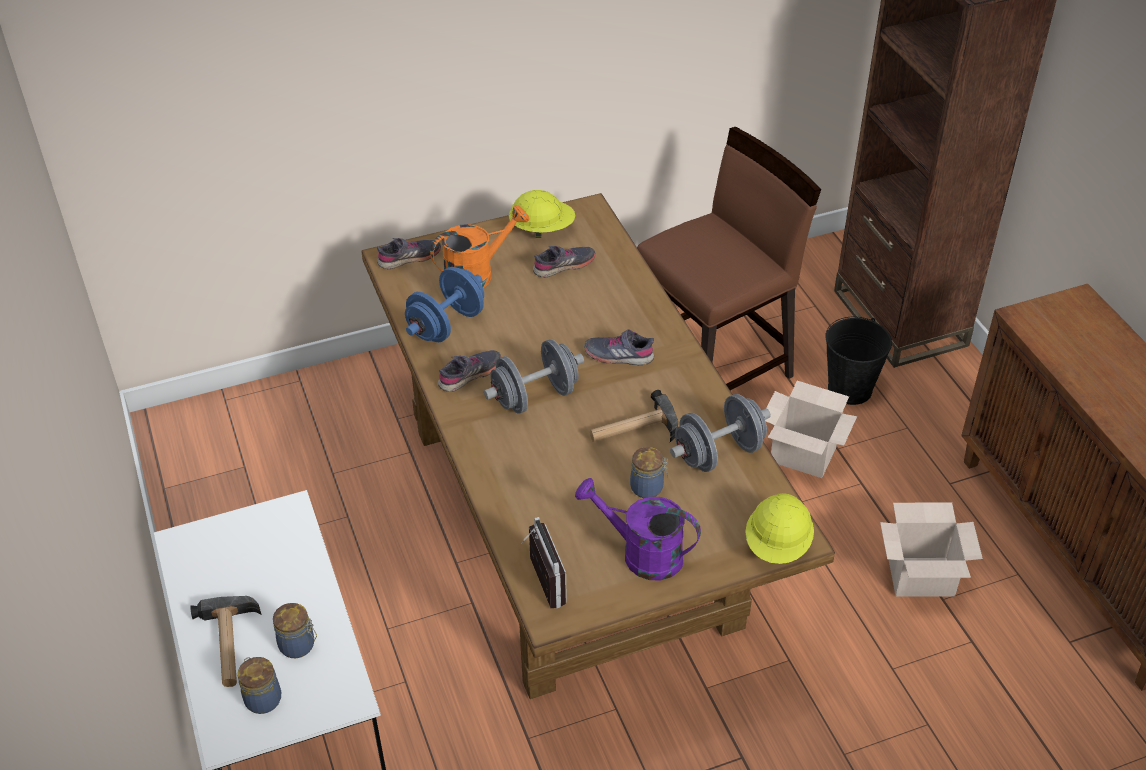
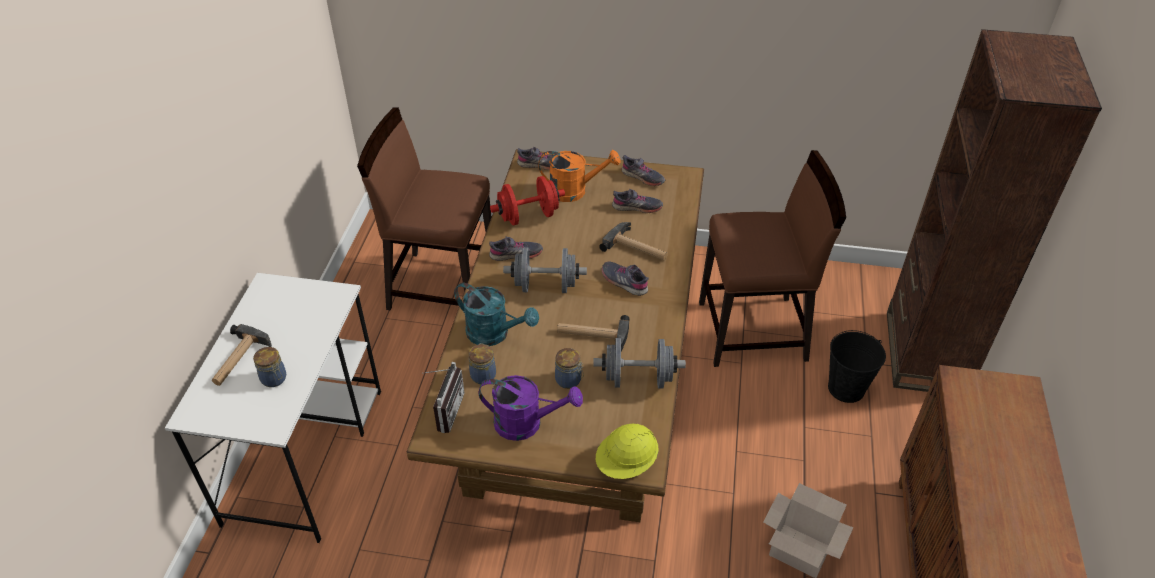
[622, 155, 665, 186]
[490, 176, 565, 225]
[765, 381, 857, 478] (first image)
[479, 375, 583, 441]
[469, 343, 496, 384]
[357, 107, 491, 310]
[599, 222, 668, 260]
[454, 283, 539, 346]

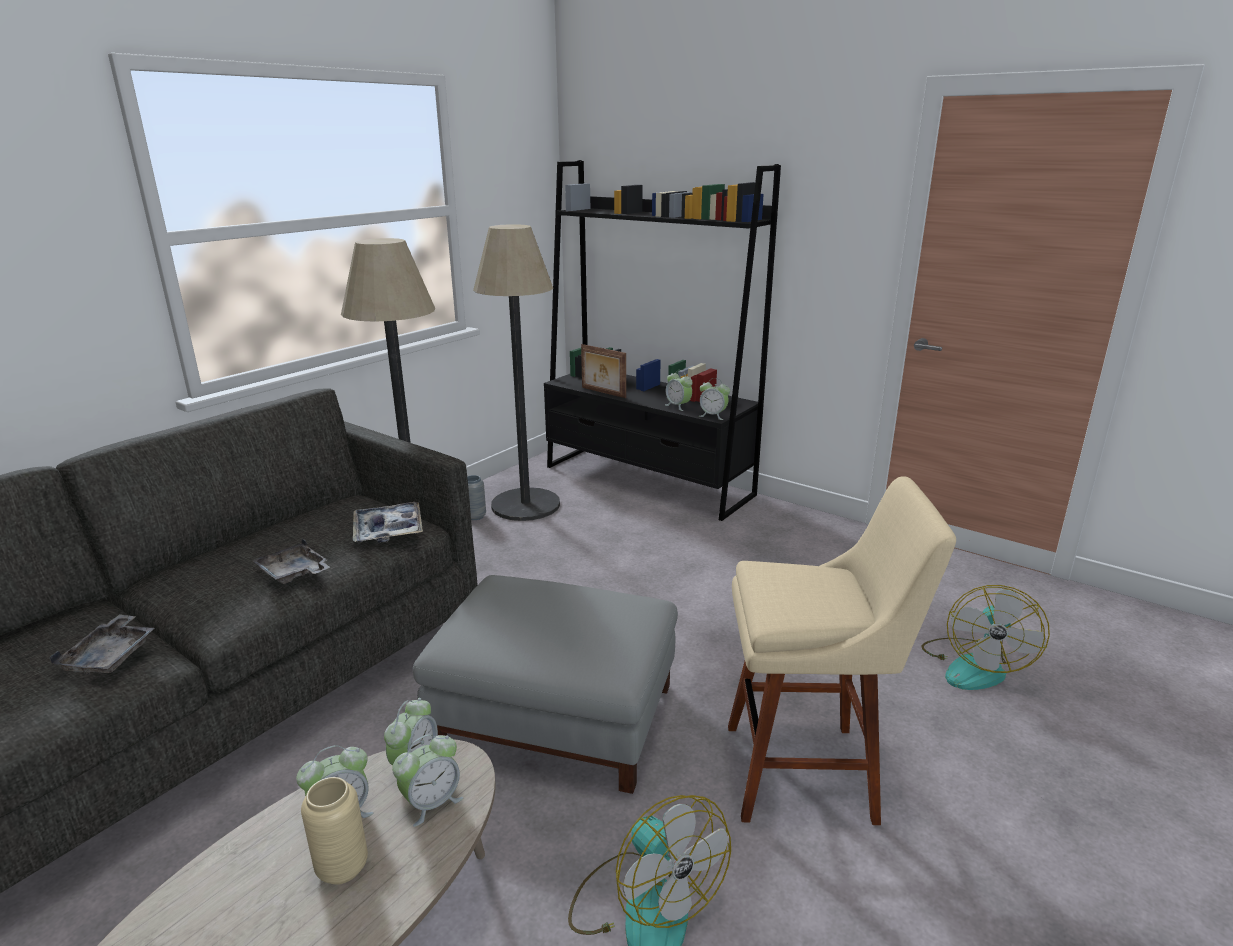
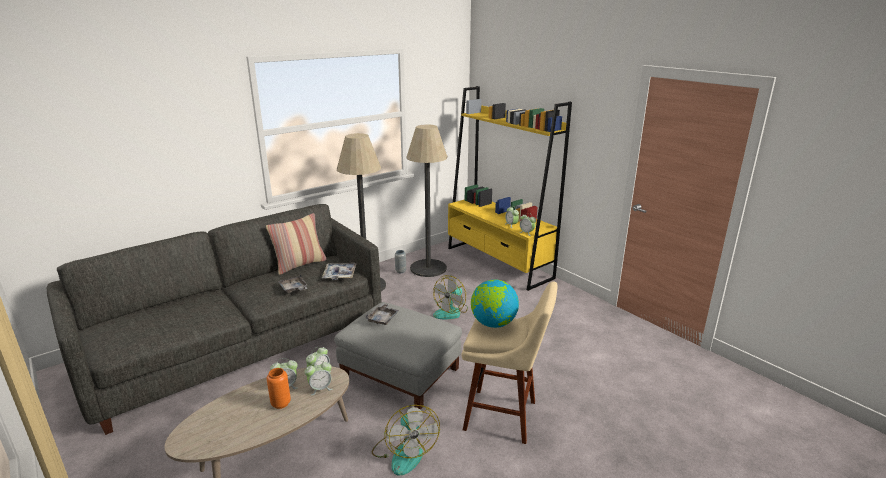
[448, 86, 572, 291]
[581, 344, 626, 398] (first image)
[433, 275, 468, 319]
[365, 303, 399, 325]
[267, 368, 291, 409]
[266, 213, 326, 275]
[471, 280, 519, 328]

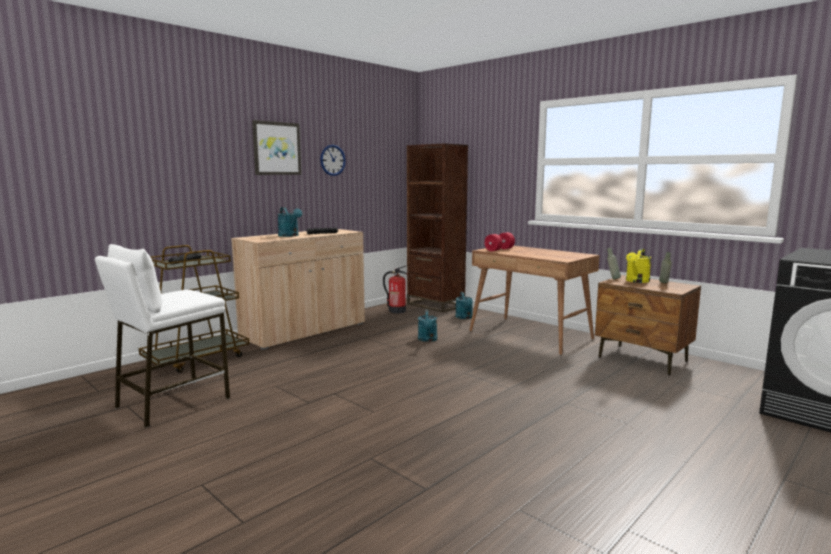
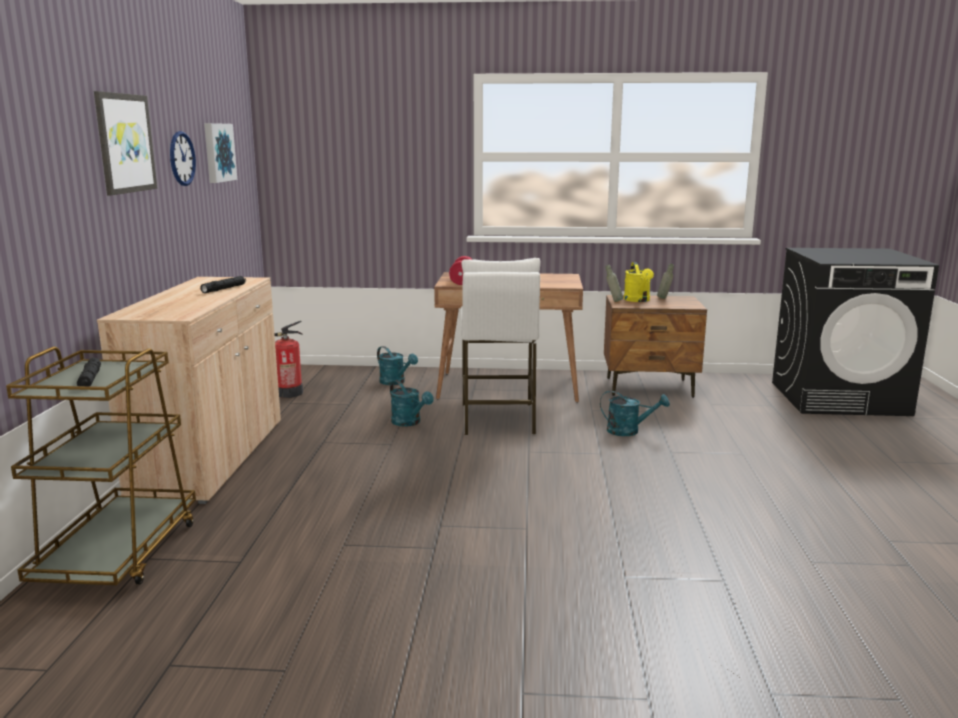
[407, 143, 468, 312] (first image)
[600, 391, 670, 436]
[461, 258, 541, 435]
[204, 123, 237, 183]

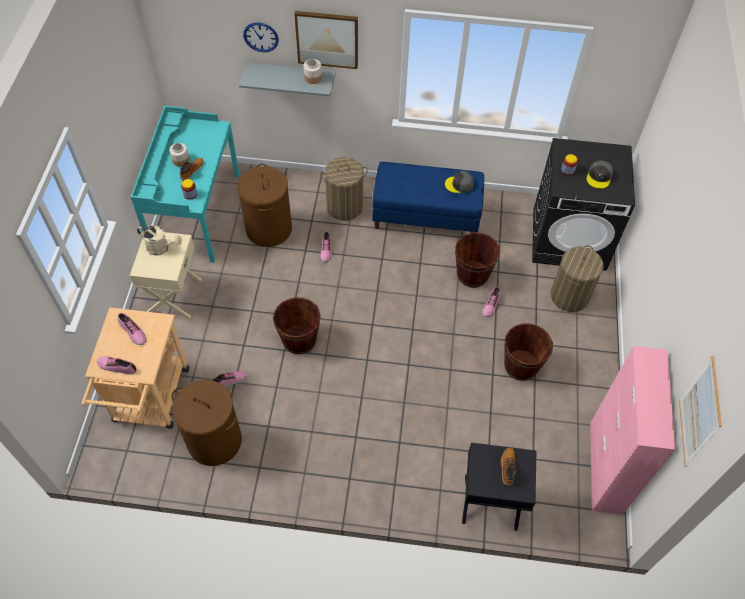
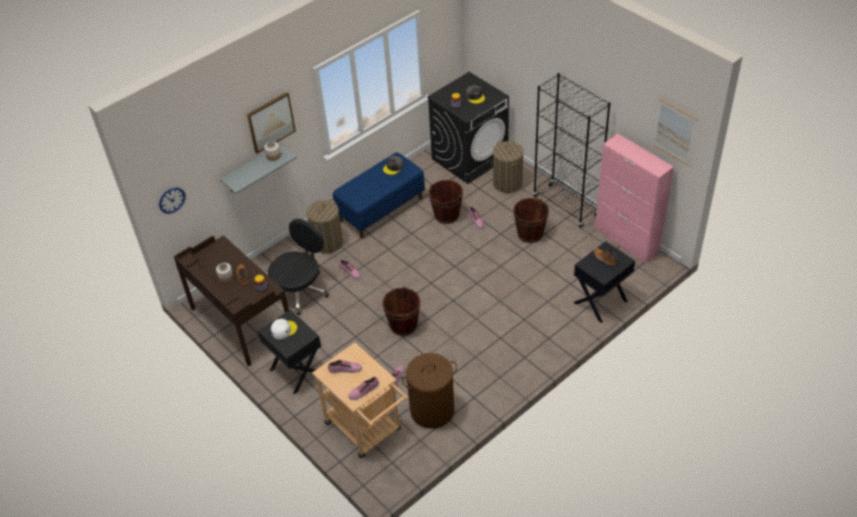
[159, 187, 186, 214]
[174, 235, 289, 366]
[268, 219, 329, 315]
[271, 319, 297, 339]
[258, 310, 321, 394]
[533, 73, 611, 228]

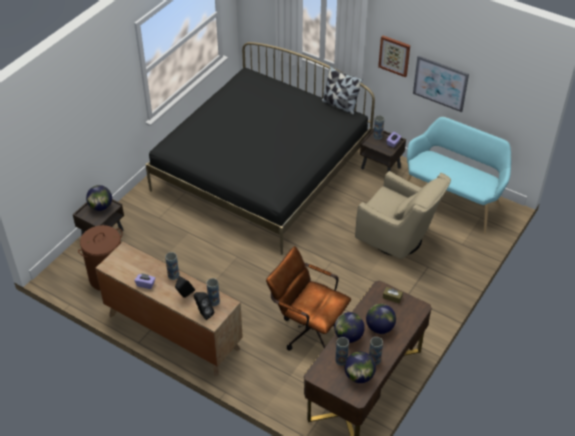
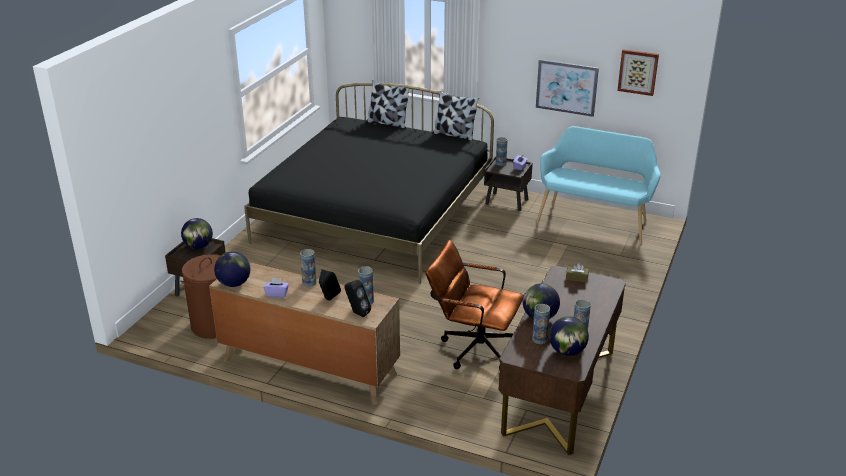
[617, 49, 659, 96]
[355, 171, 451, 259] (first image)
[214, 251, 250, 287]
[366, 80, 410, 128]

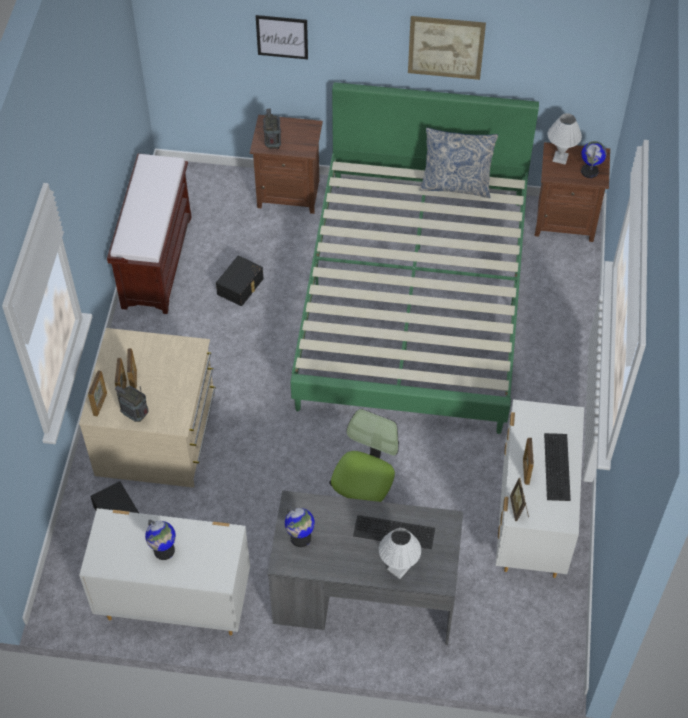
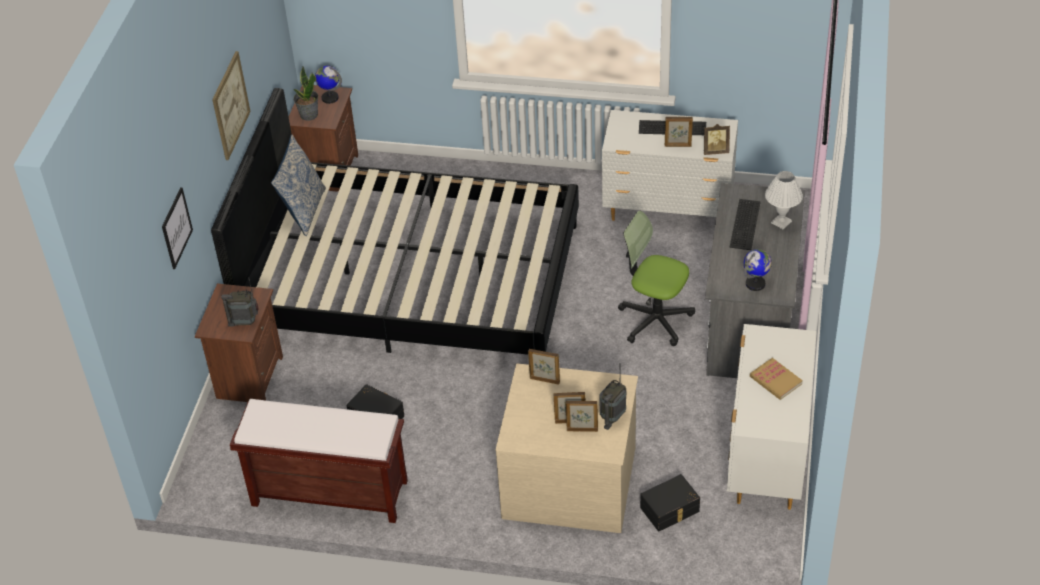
[211, 88, 579, 355]
[293, 67, 318, 121]
[528, 349, 560, 385]
[750, 358, 803, 400]

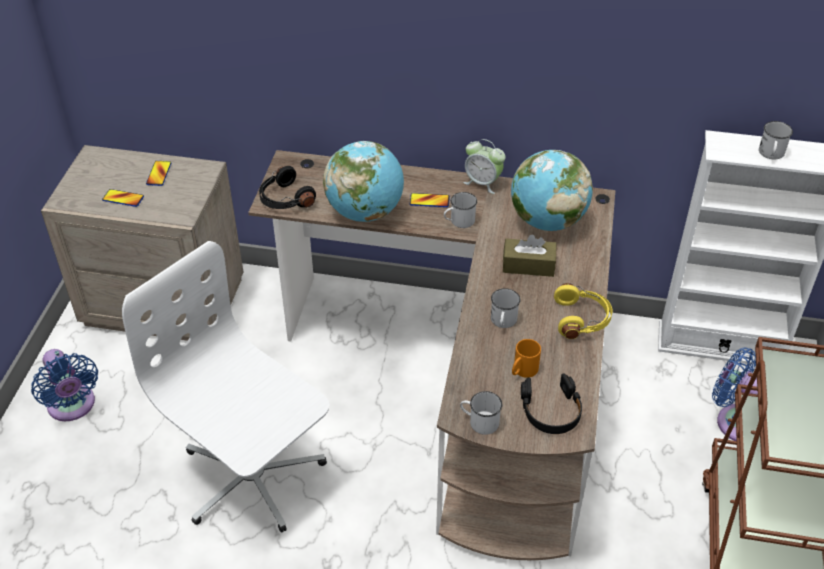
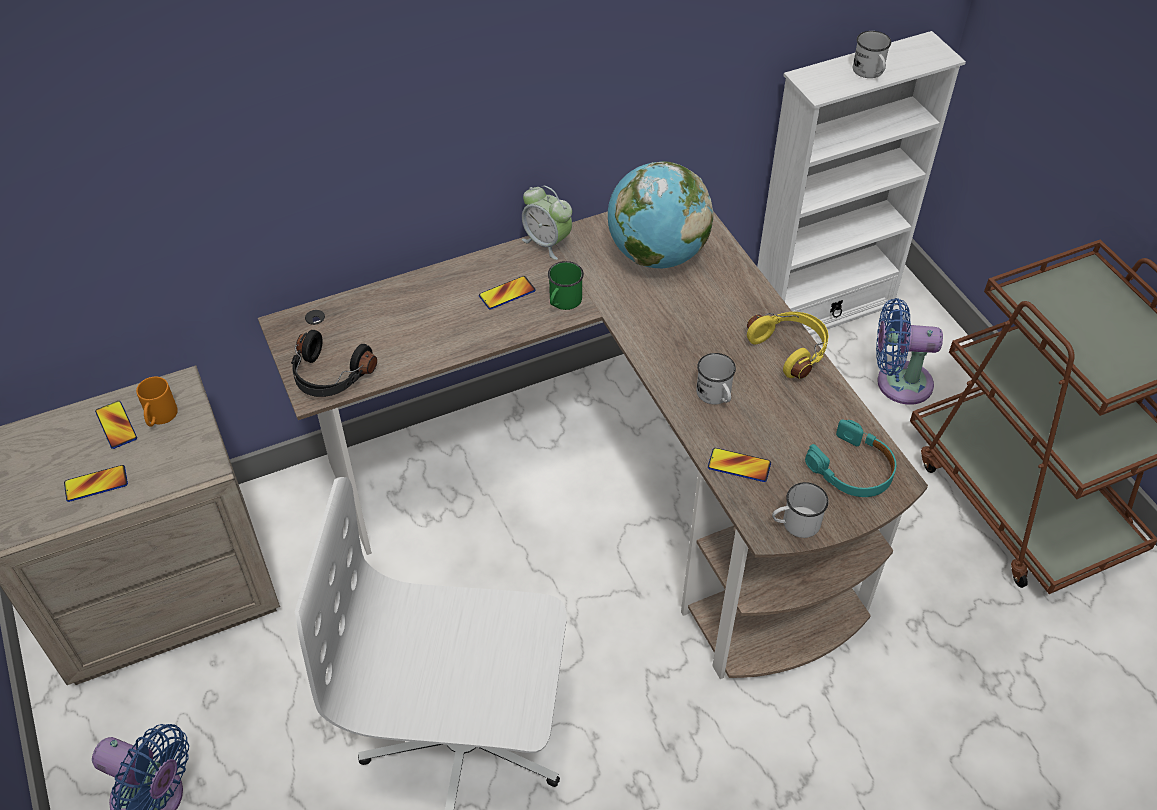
[522, 186, 572, 260]
[323, 141, 404, 222] (first image)
[548, 261, 584, 310]
[503, 235, 557, 277] (first image)
[136, 377, 178, 427]
[805, 419, 896, 497]
[708, 448, 771, 482]

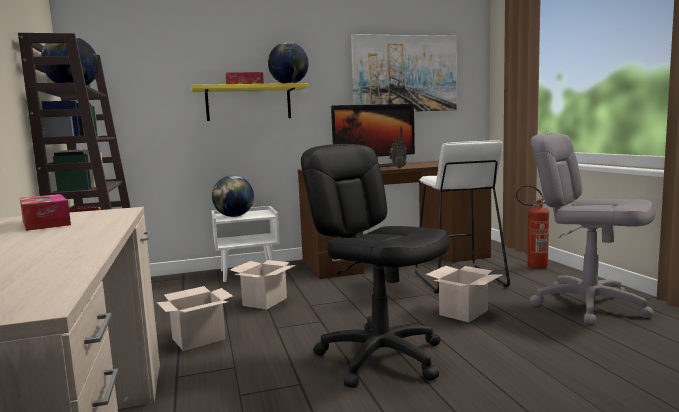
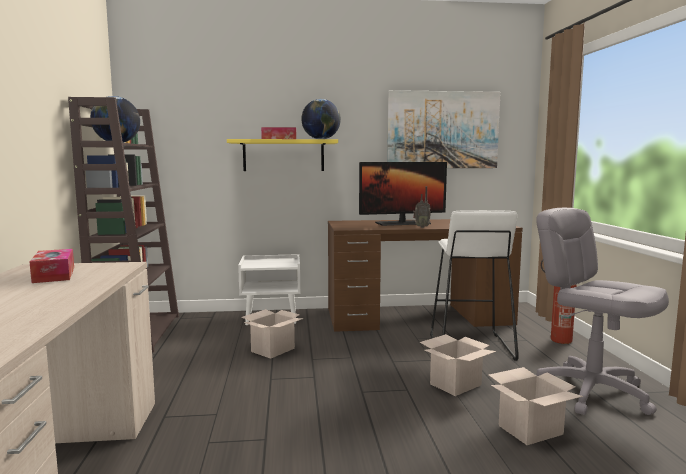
[301, 144, 450, 388] (first image)
[212, 175, 254, 217] (first image)
[489, 367, 583, 445]

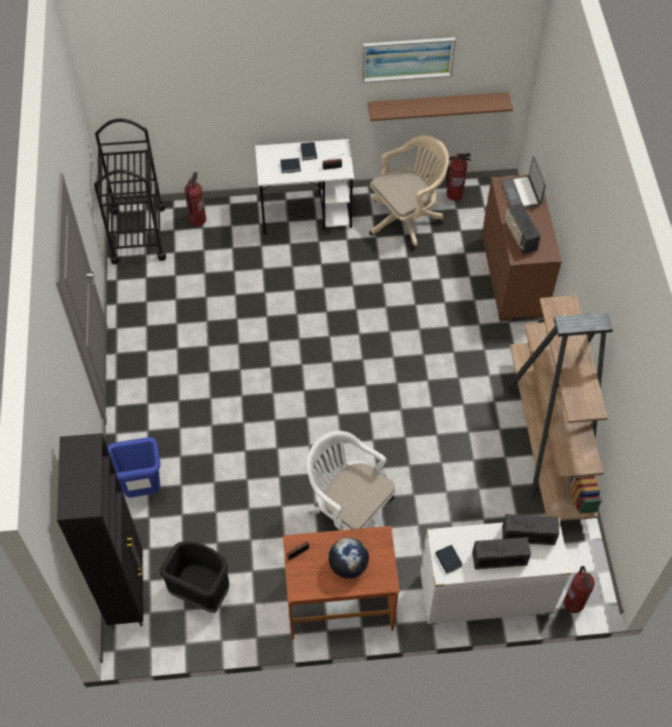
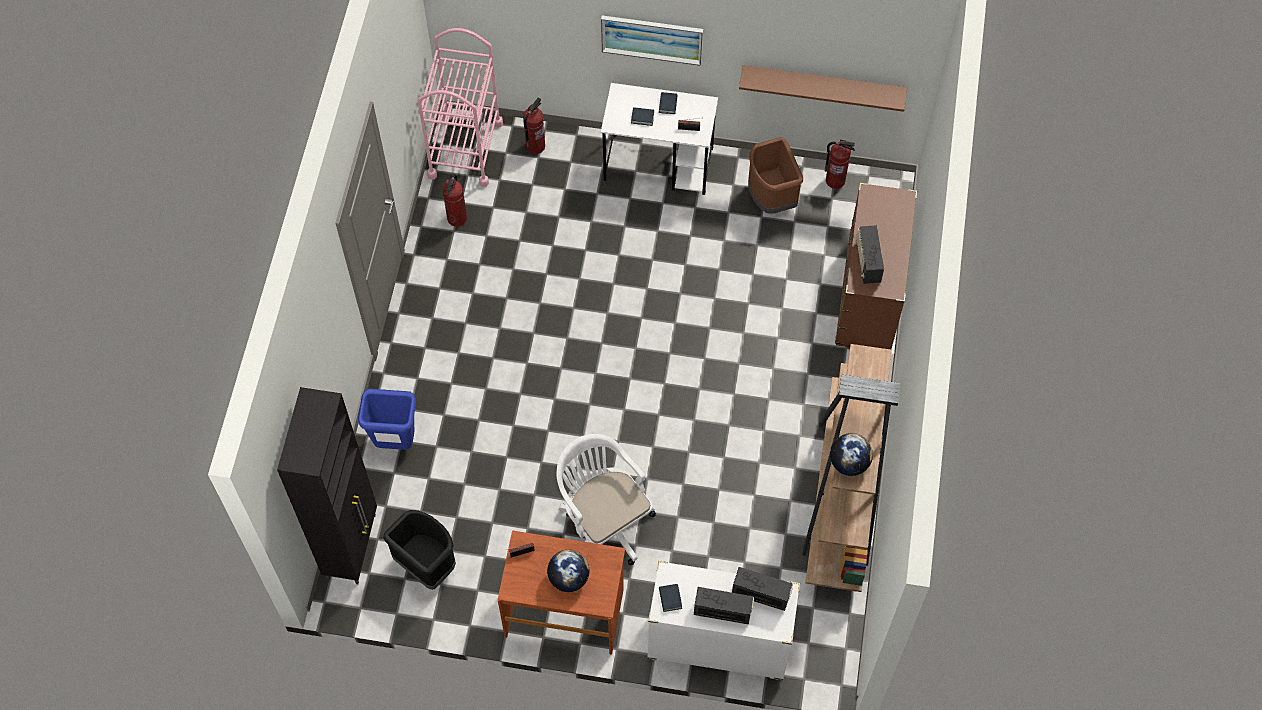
[601, 15, 703, 66]
[417, 28, 503, 187]
[748, 137, 803, 214]
[501, 156, 546, 209] (first image)
[442, 174, 467, 227]
[830, 433, 873, 476]

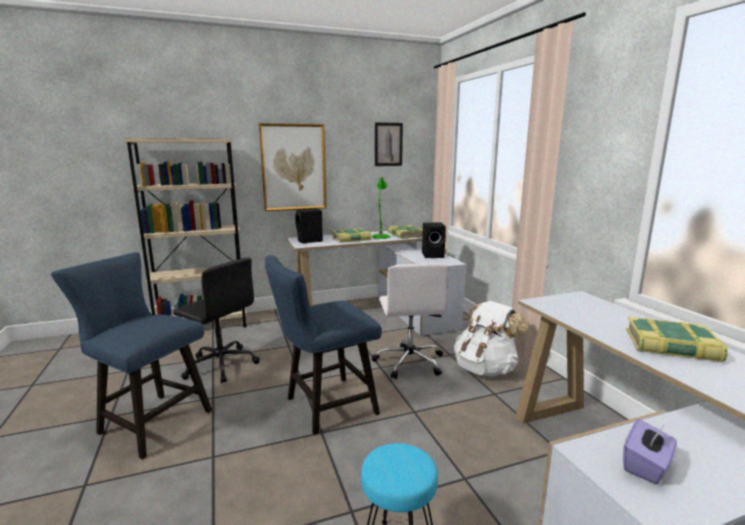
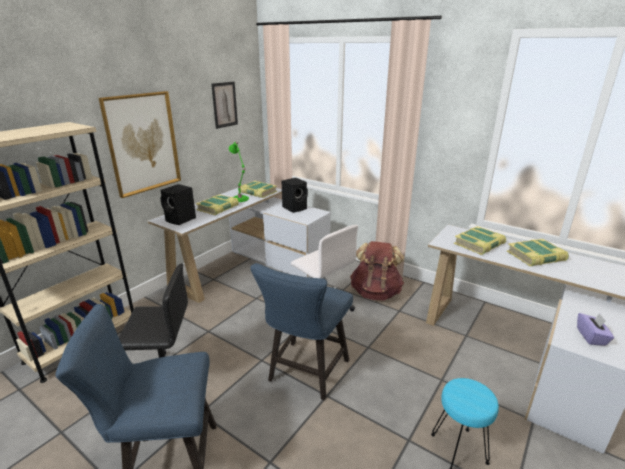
[350, 241, 404, 301]
[454, 226, 506, 255]

